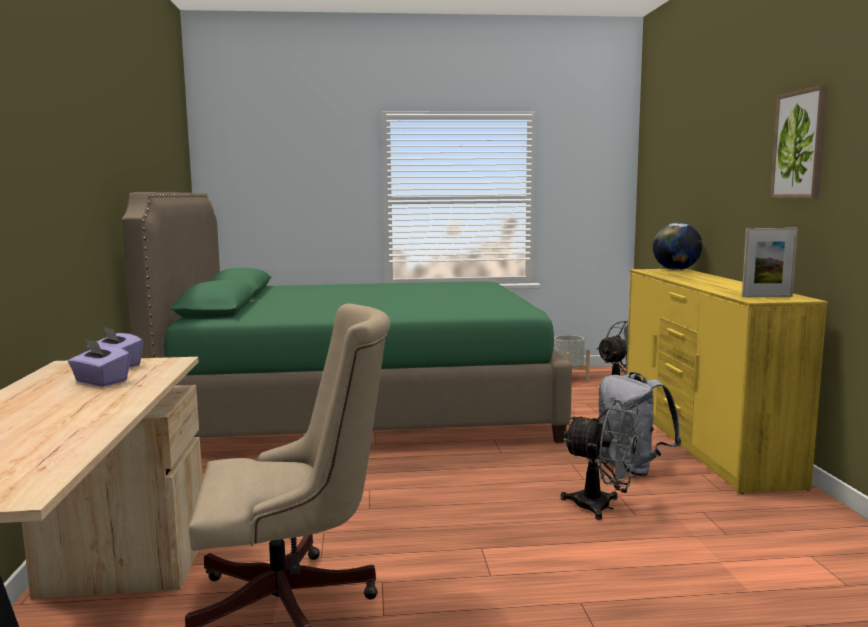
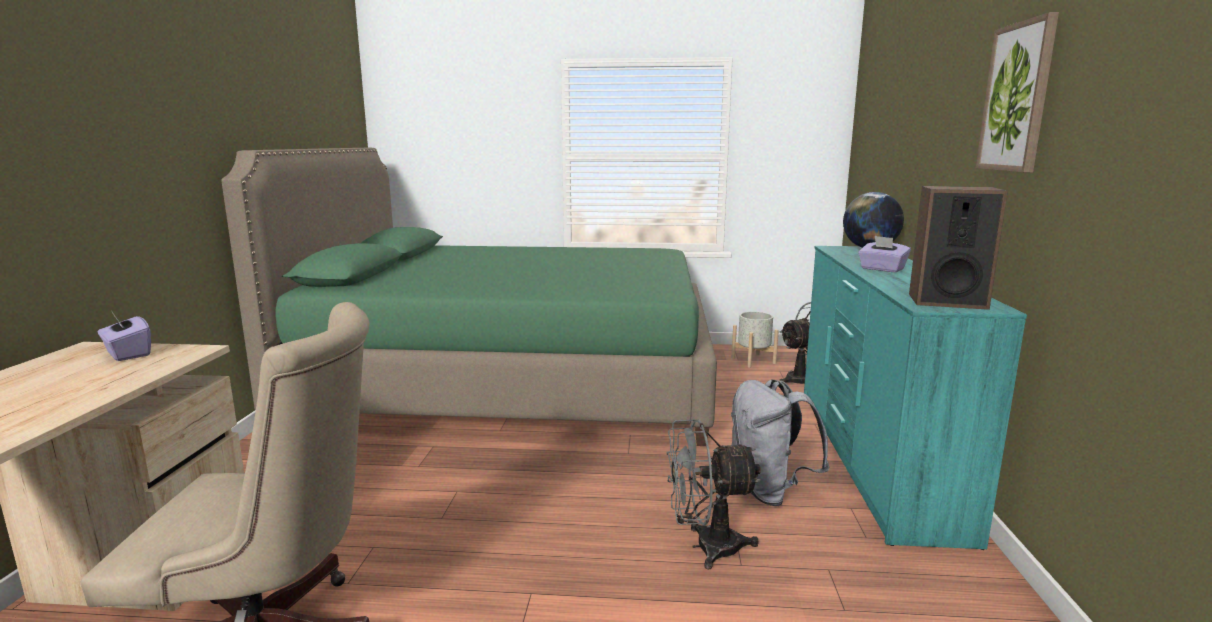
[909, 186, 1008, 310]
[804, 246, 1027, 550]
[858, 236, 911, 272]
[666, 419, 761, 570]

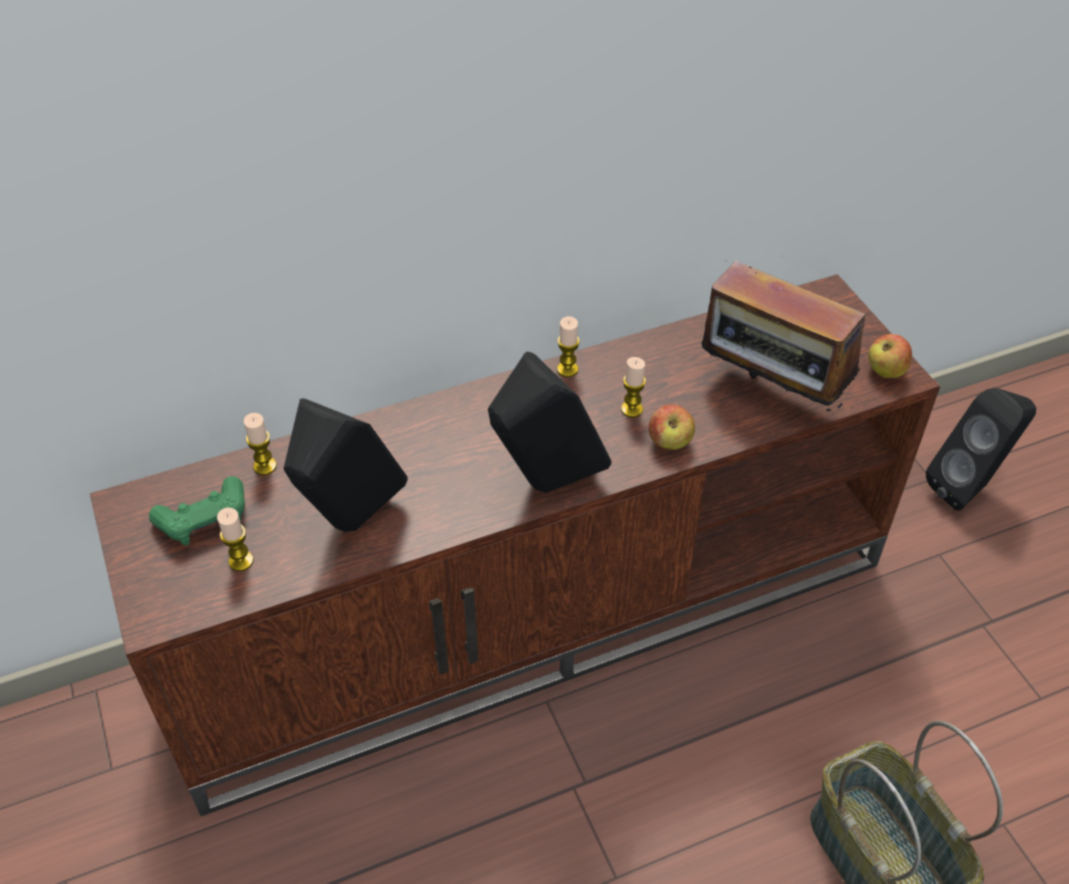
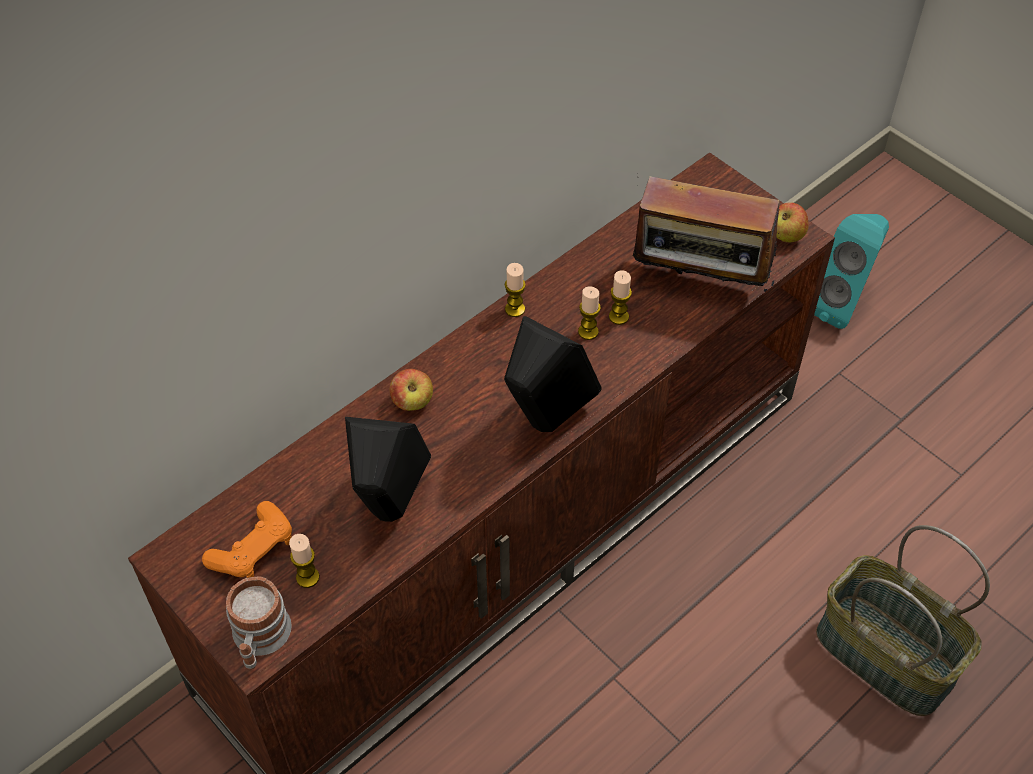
[814, 214, 889, 329]
[390, 369, 433, 411]
[609, 270, 632, 325]
[202, 501, 292, 578]
[226, 576, 292, 669]

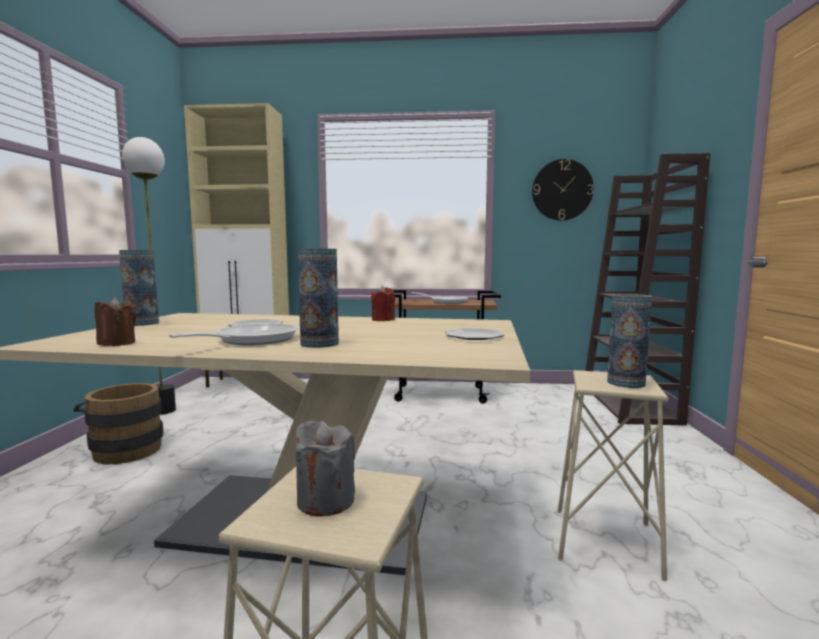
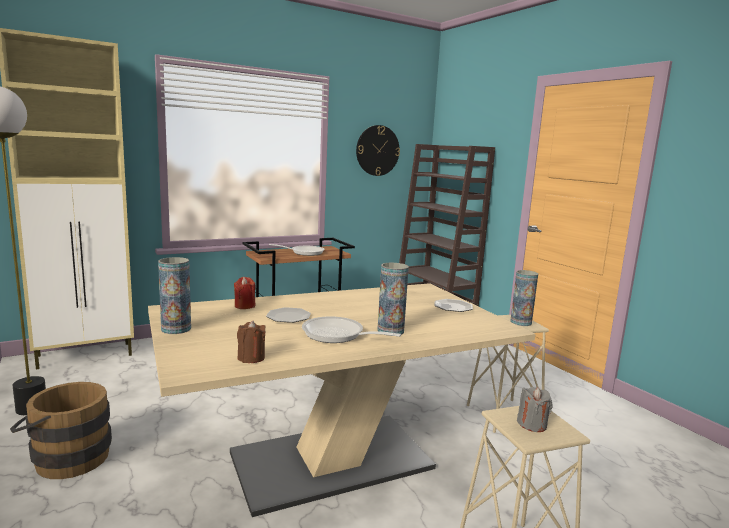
[234, 277, 256, 309]
[302, 316, 401, 343]

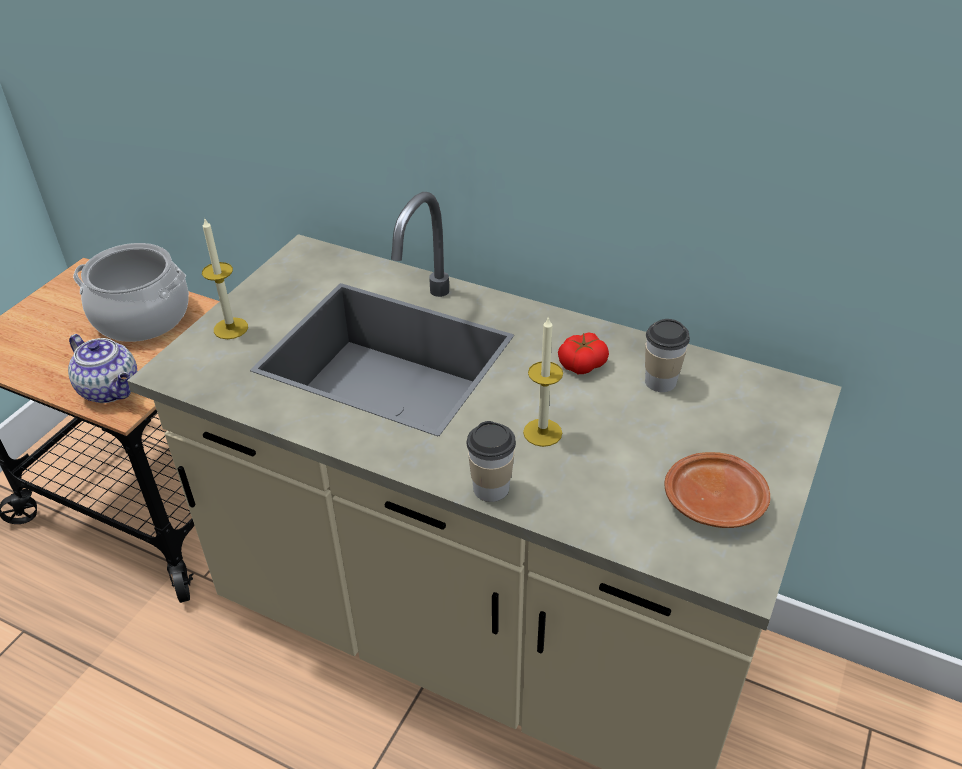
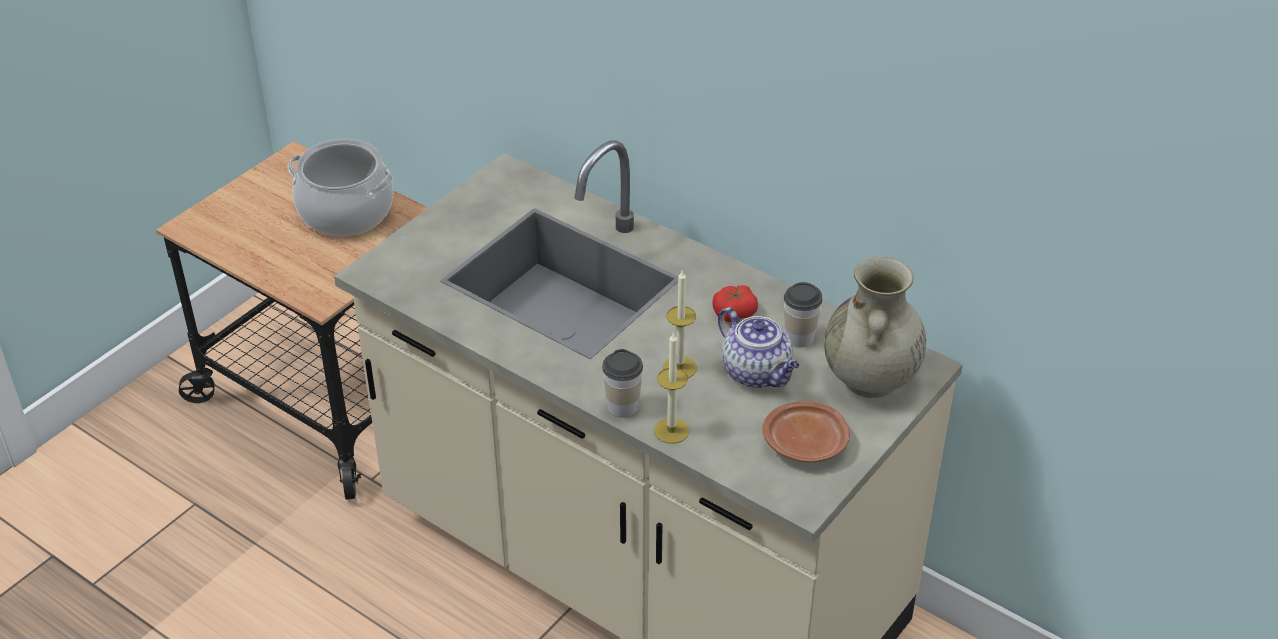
[654, 331, 689, 444]
[718, 307, 800, 388]
[824, 256, 926, 398]

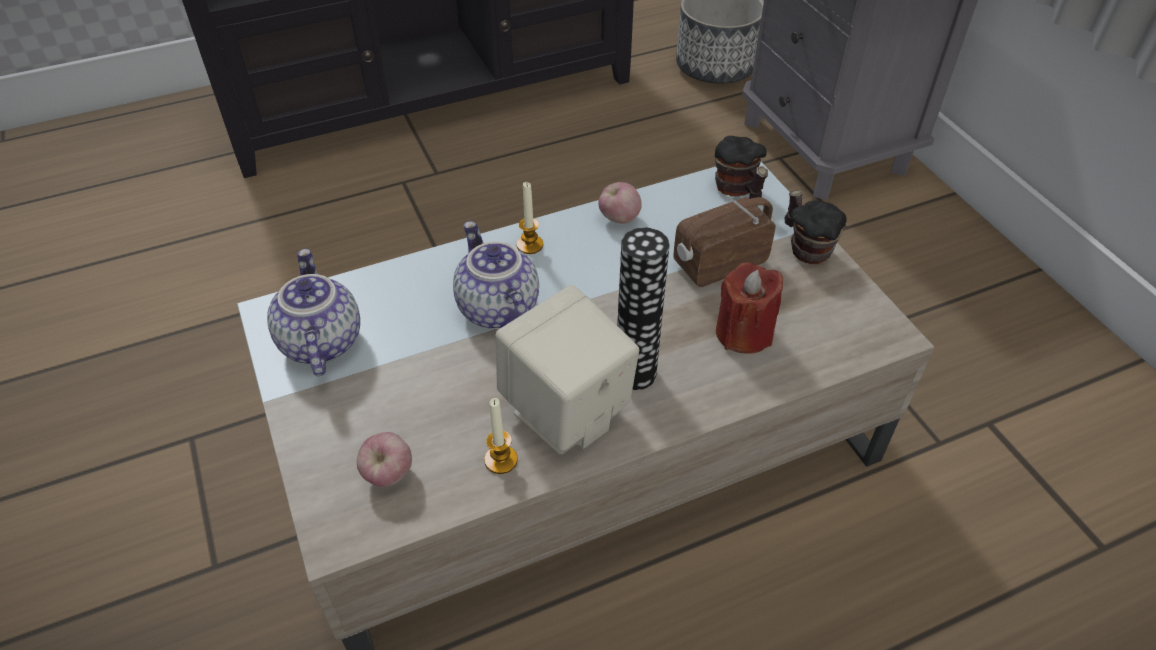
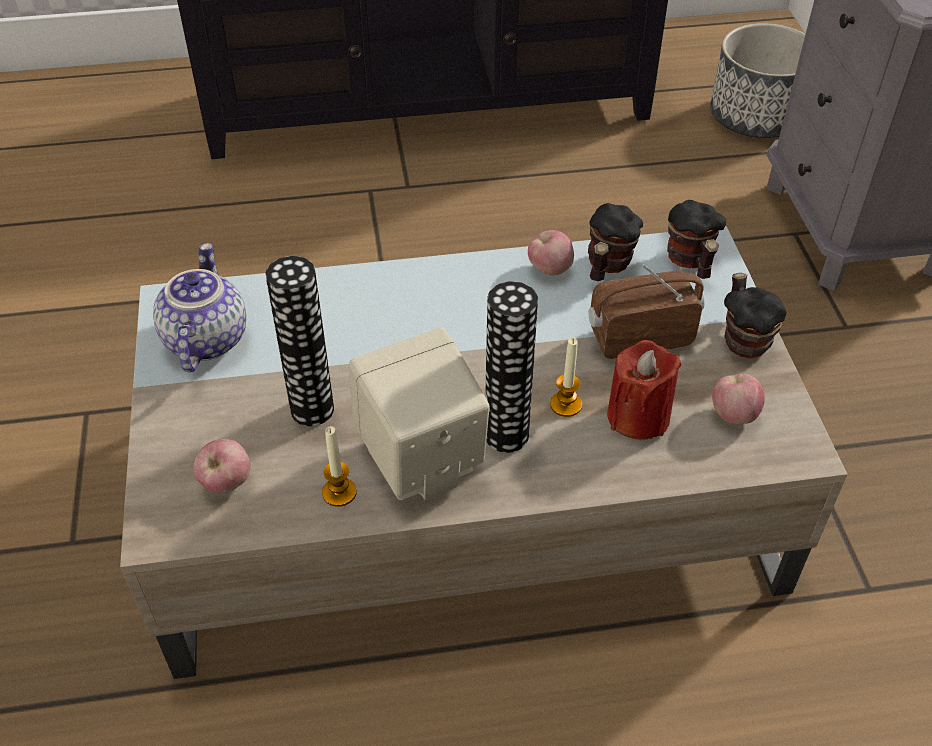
[550, 337, 582, 417]
[453, 221, 539, 329] (first image)
[588, 203, 643, 281]
[265, 256, 334, 426]
[712, 373, 765, 424]

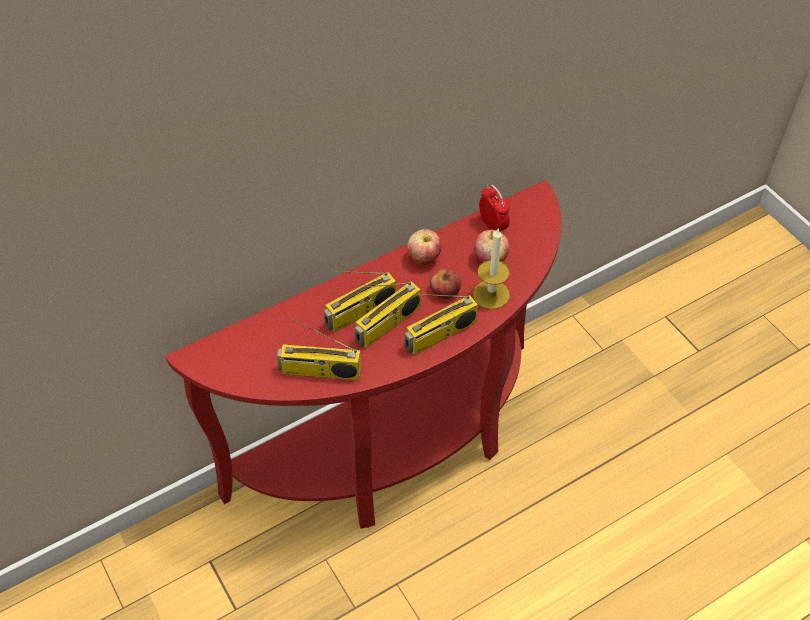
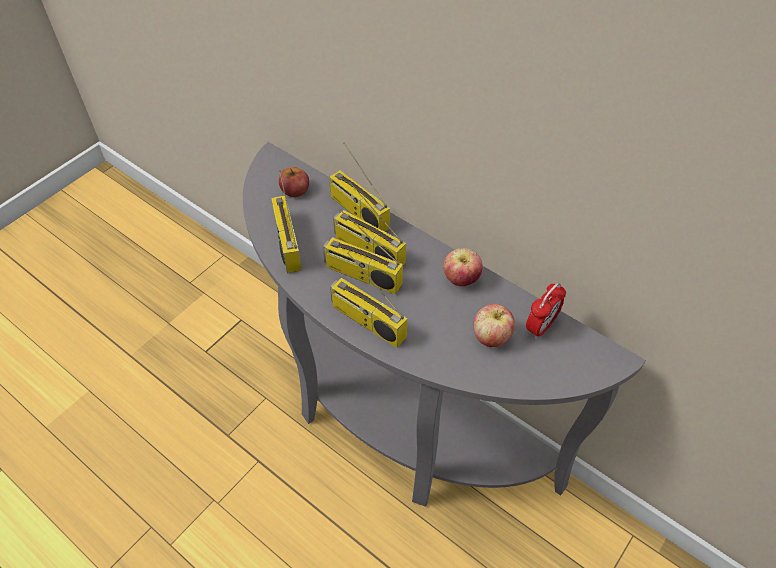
[243, 142, 646, 507]
[473, 229, 510, 309] (first image)
[279, 167, 309, 197]
[329, 142, 390, 232]

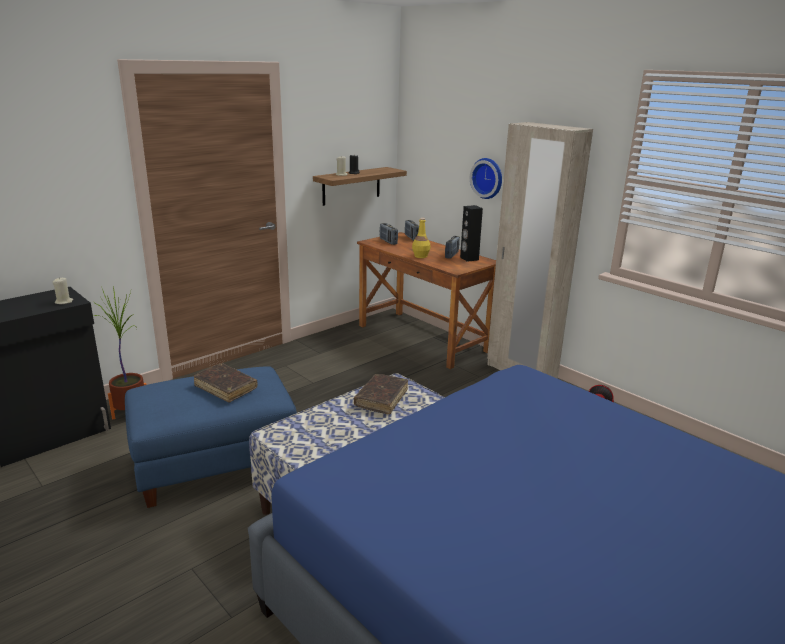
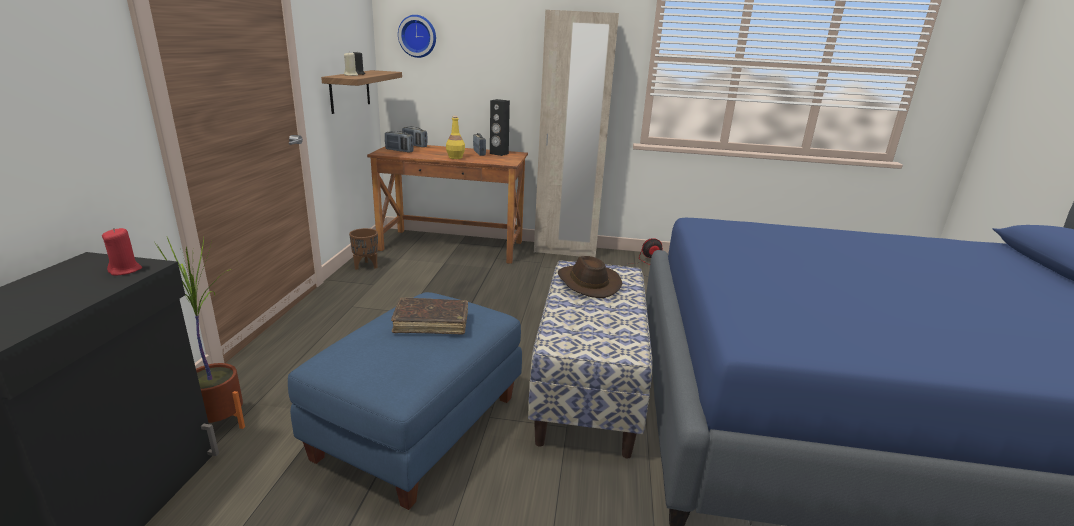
[398, 15, 436, 58]
[102, 228, 142, 276]
[558, 256, 622, 298]
[349, 228, 378, 270]

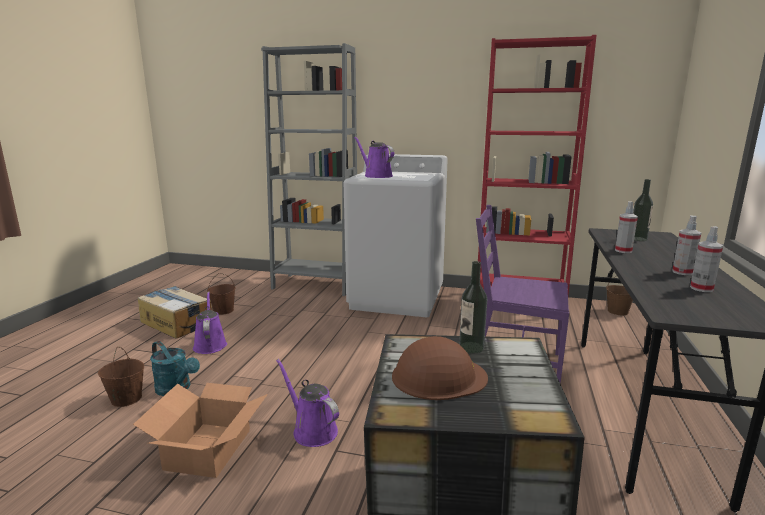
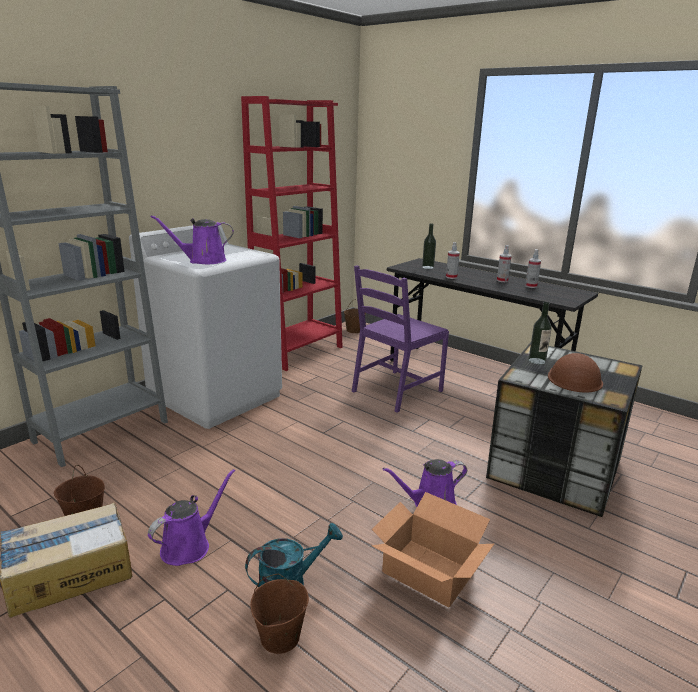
[148, 469, 235, 566]

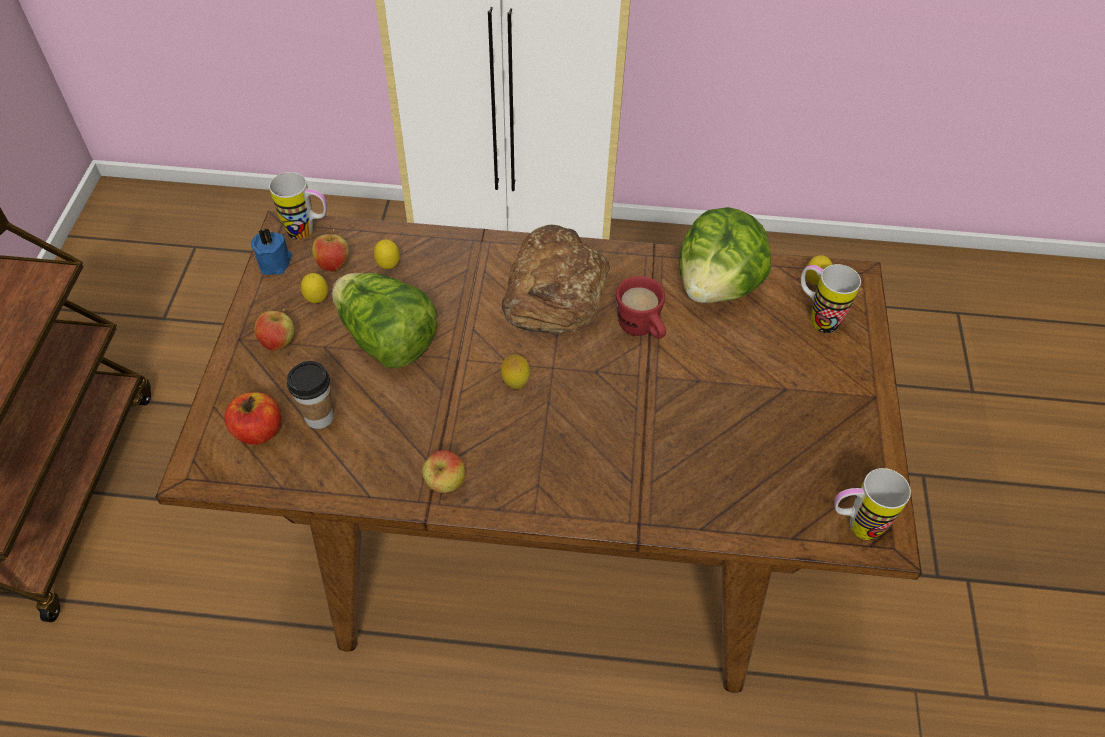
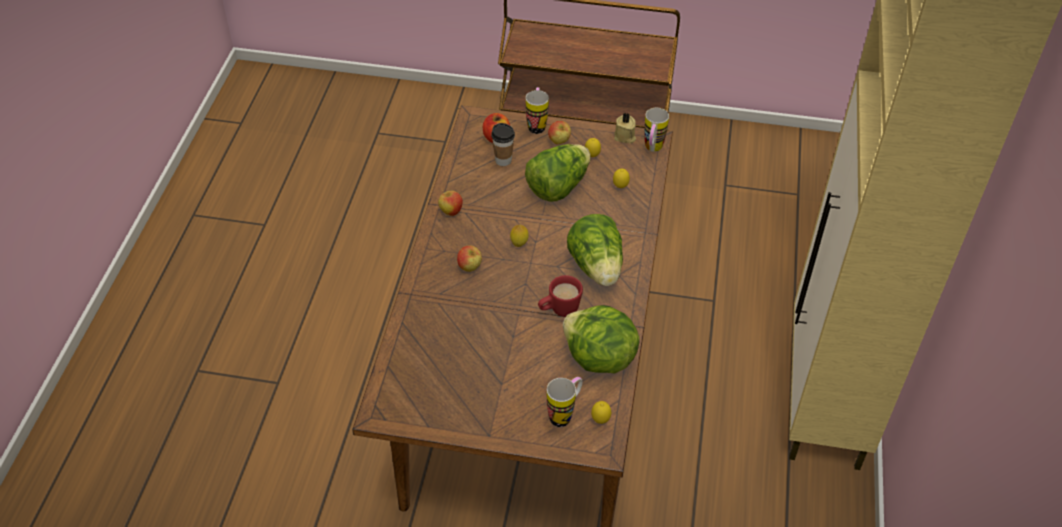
[567, 214, 623, 286]
[614, 113, 636, 144]
[457, 245, 482, 272]
[526, 87, 549, 134]

